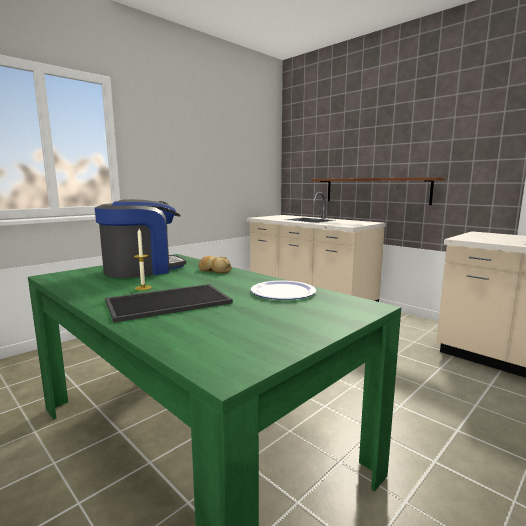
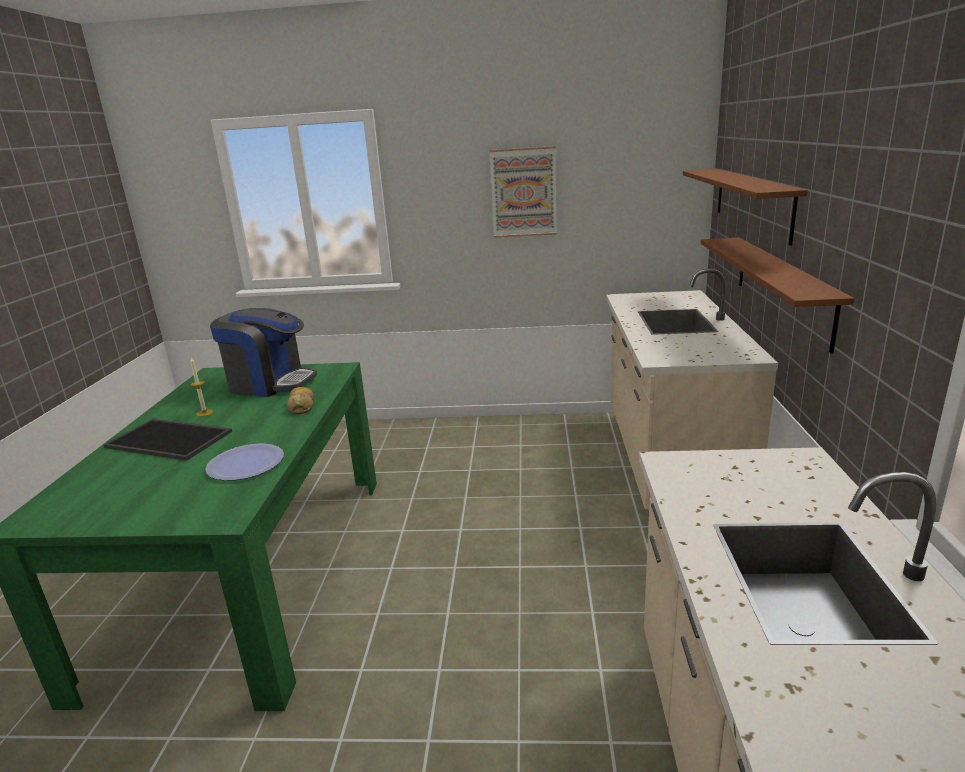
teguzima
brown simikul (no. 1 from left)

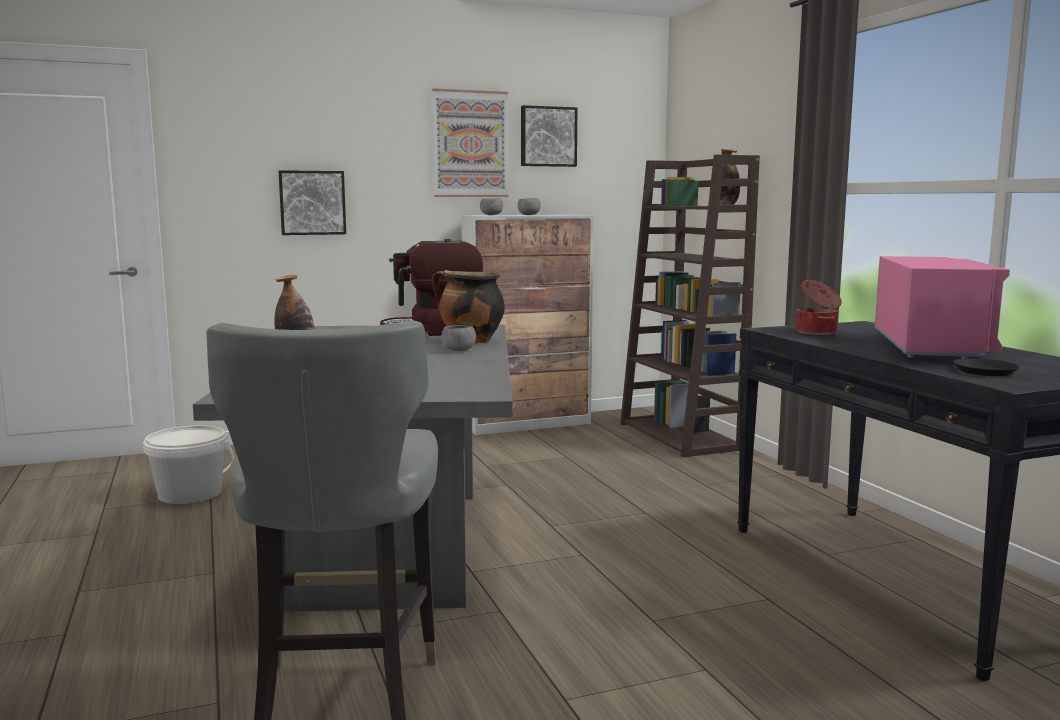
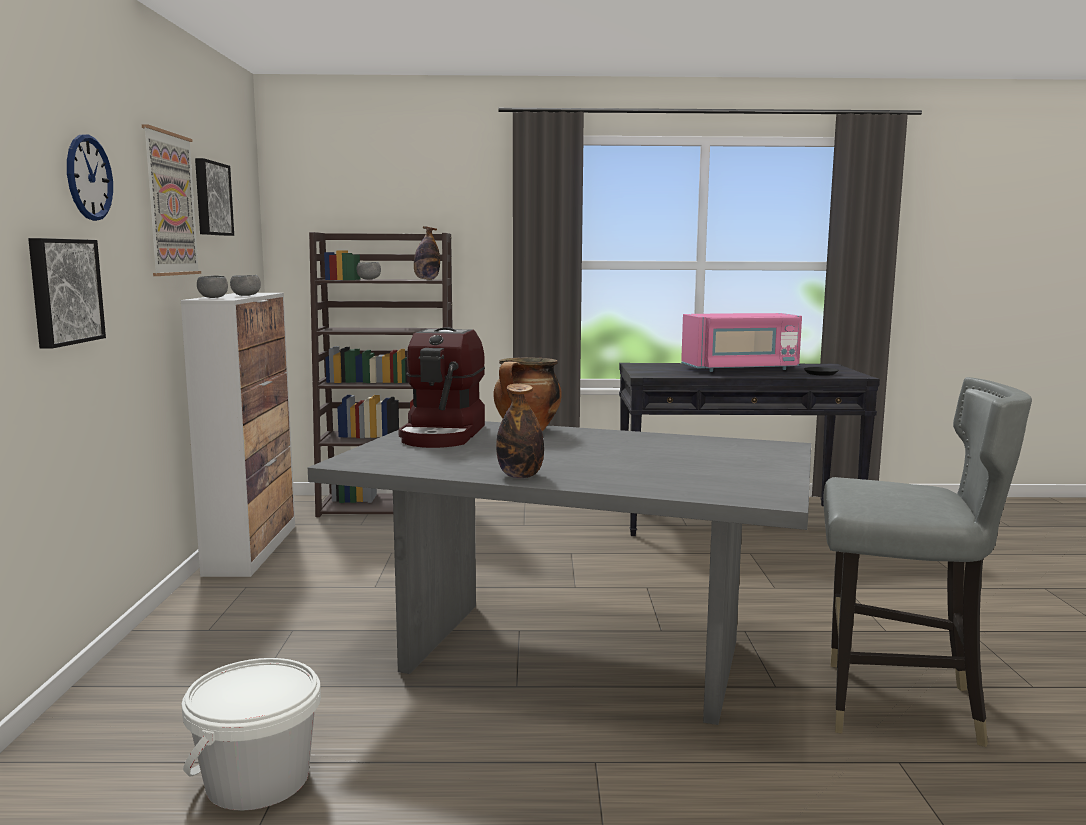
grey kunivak (no. 3 from left)
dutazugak (no. 2 from left in the first image)
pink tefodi
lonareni

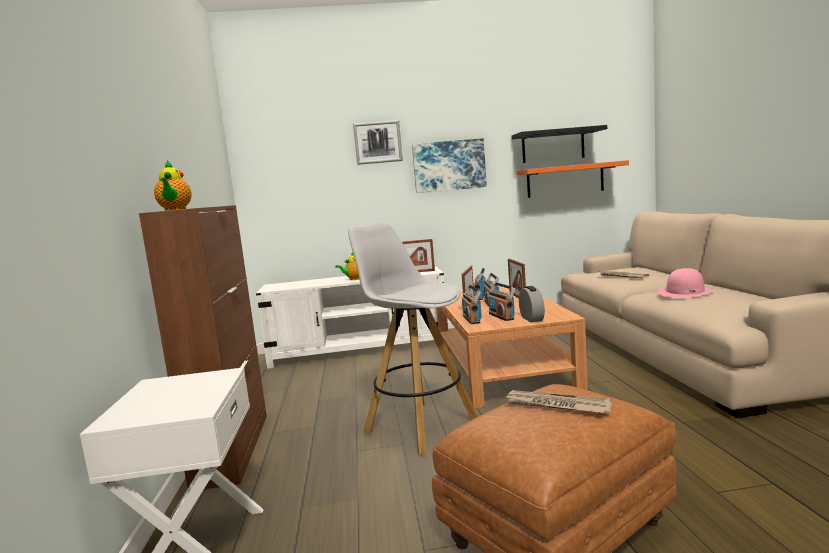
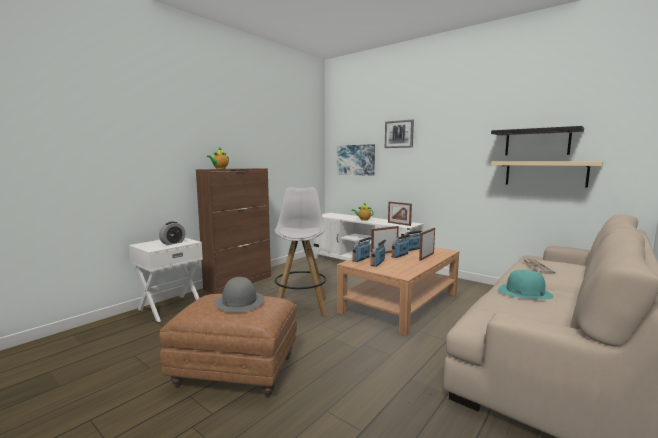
teguzima (no. 1 from left)
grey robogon
beige simikul
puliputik
turquoise robogon

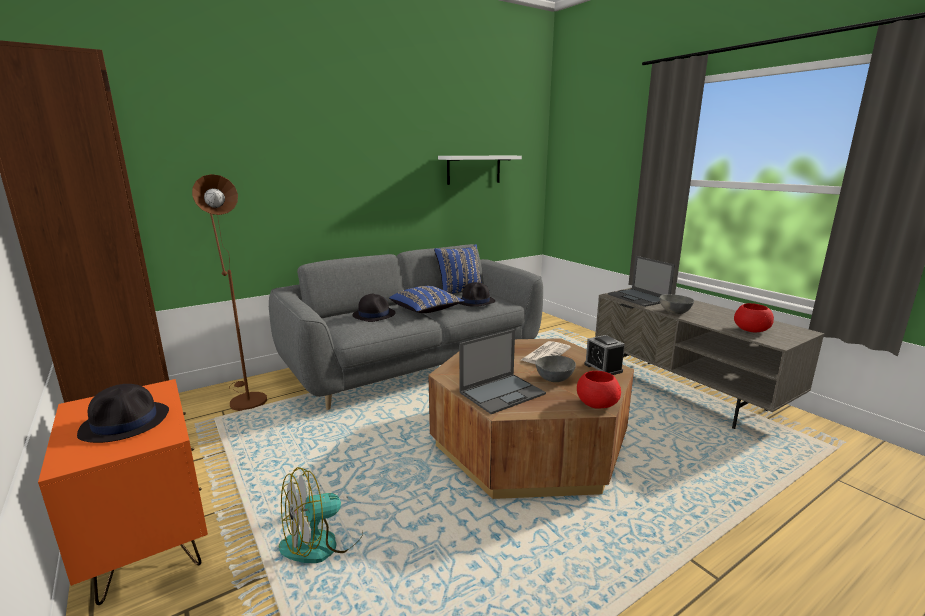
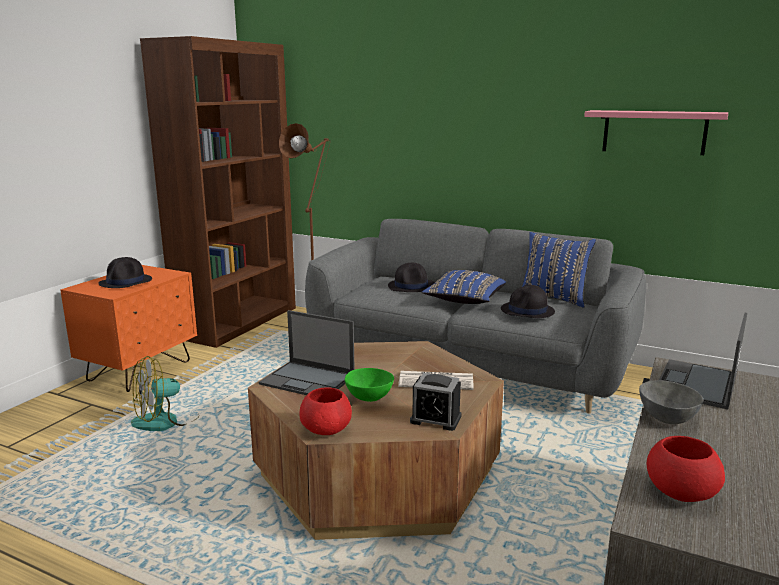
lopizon
pink simikul
green kunivak
puliputik

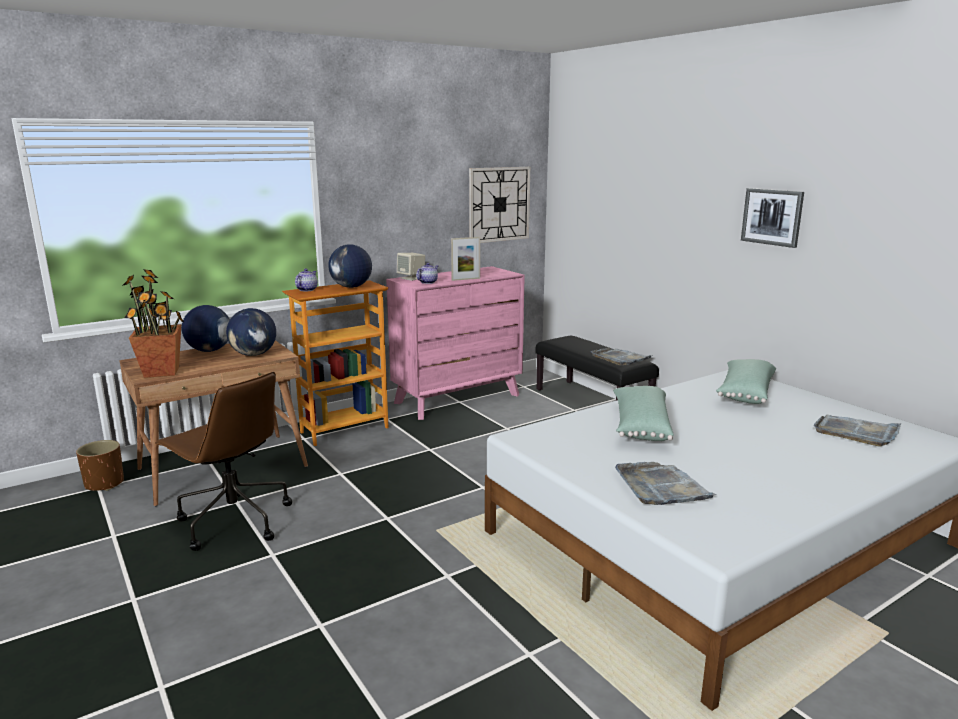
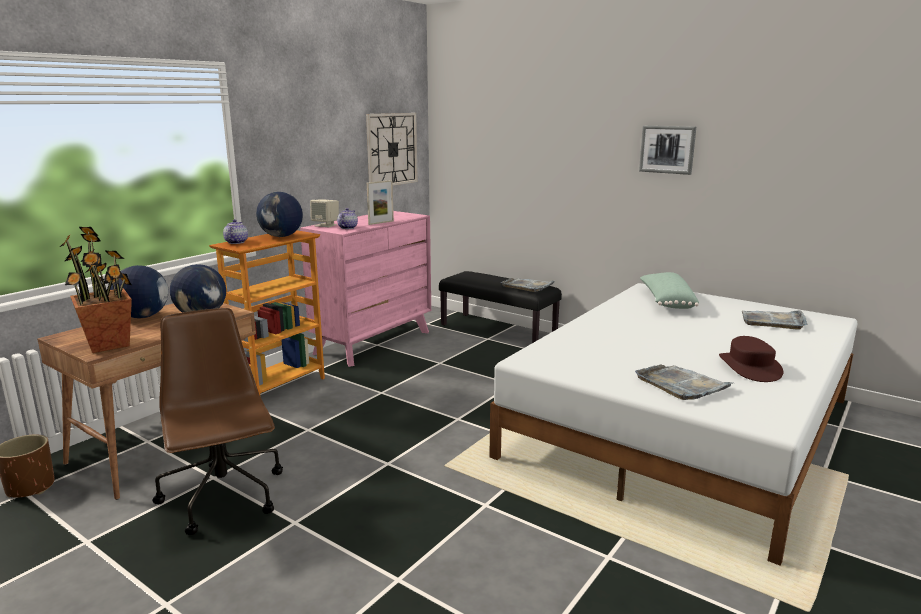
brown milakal
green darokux (no. 1 from left in the first image)
brown robogon

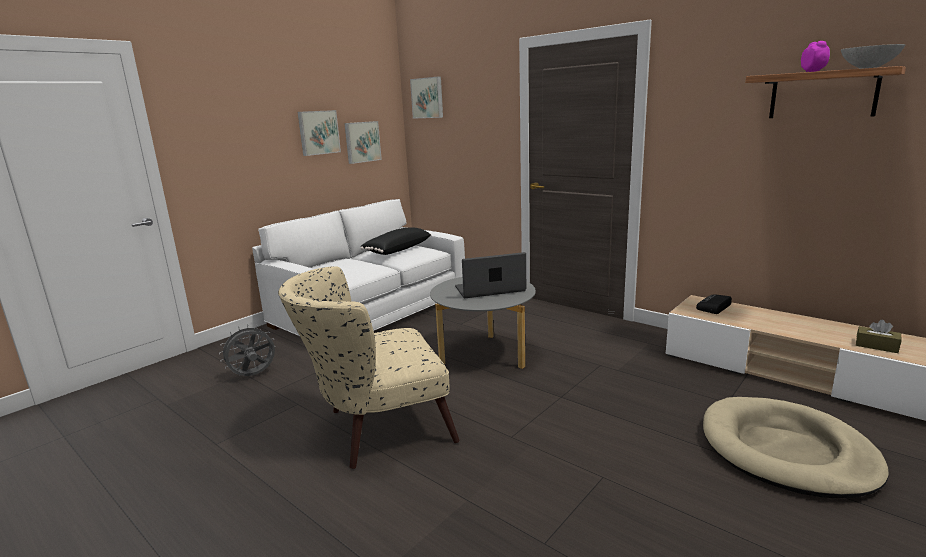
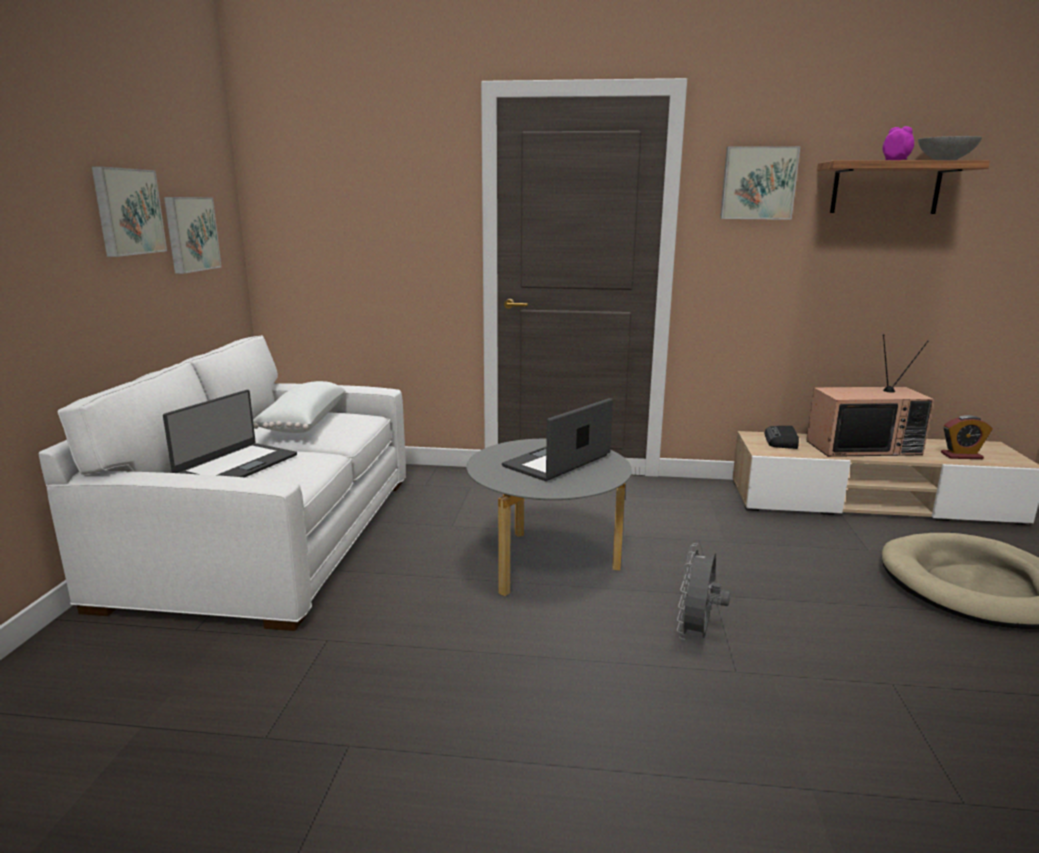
grey lopizon
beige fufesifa
white darokux
teguzima (no. 3 from left)
puliputik (no. 2 from left)
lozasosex (no. 1 from left)
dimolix

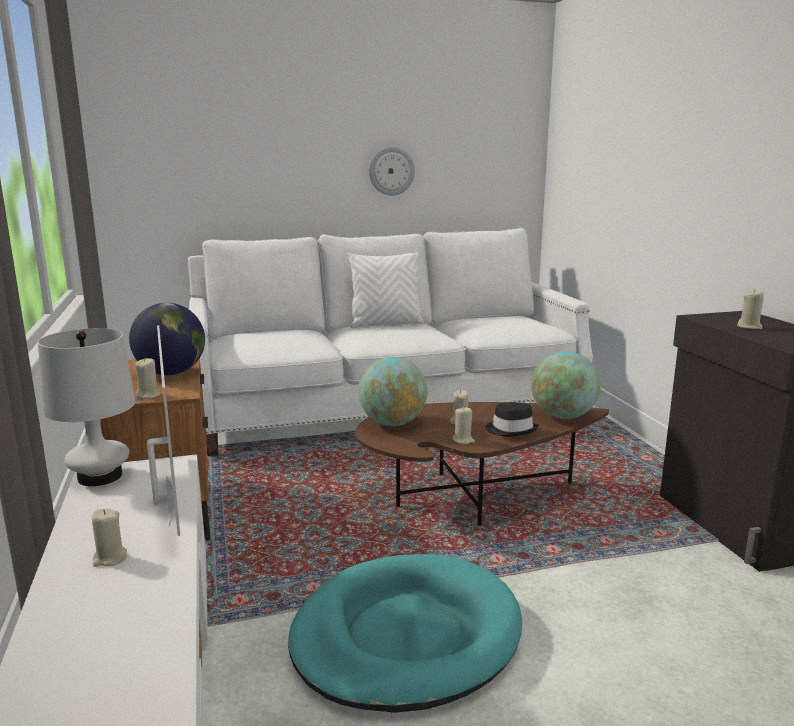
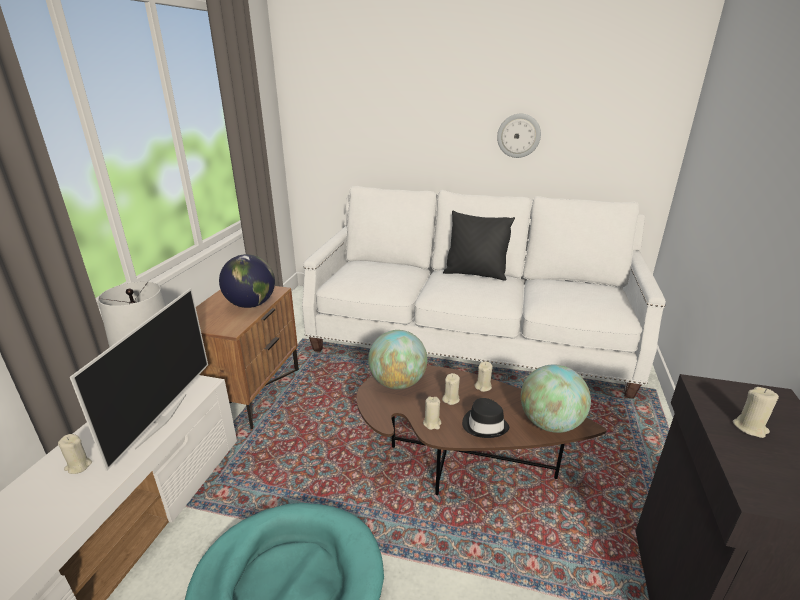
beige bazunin (no. 4 from left)
black darokux

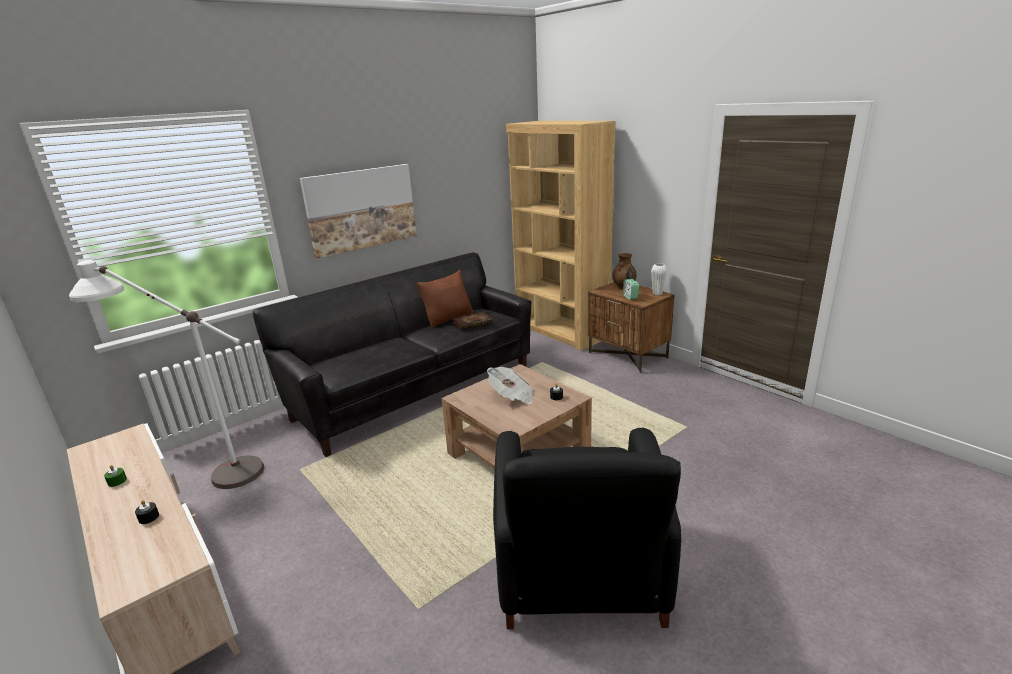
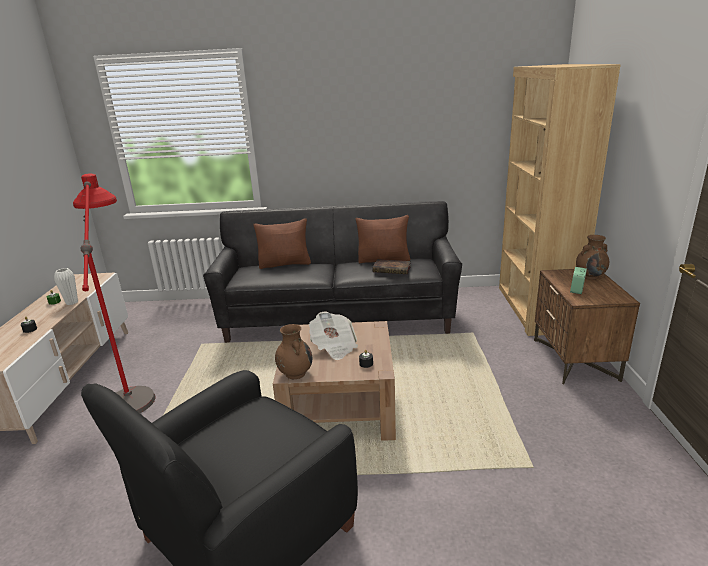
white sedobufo
teguzima
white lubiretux
red sedobufo
brown darokux (no. 1 from left)
brown lubiretux (no. 1 from left)

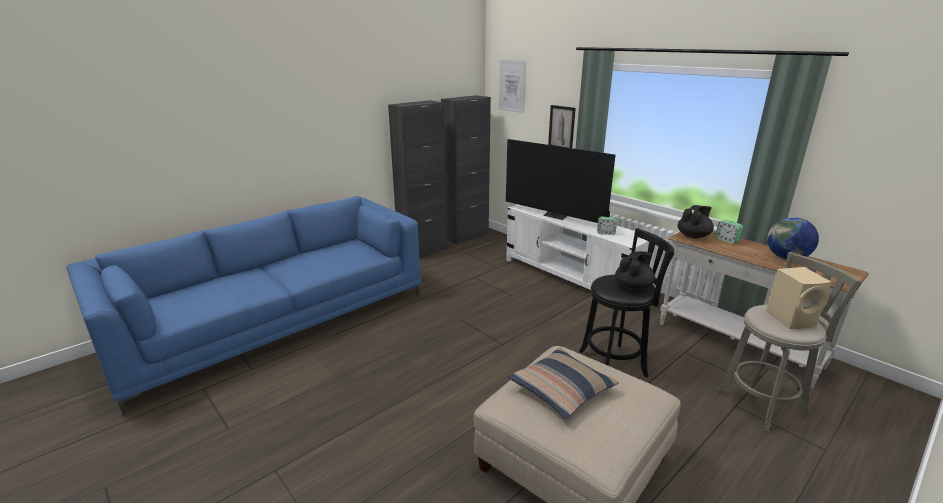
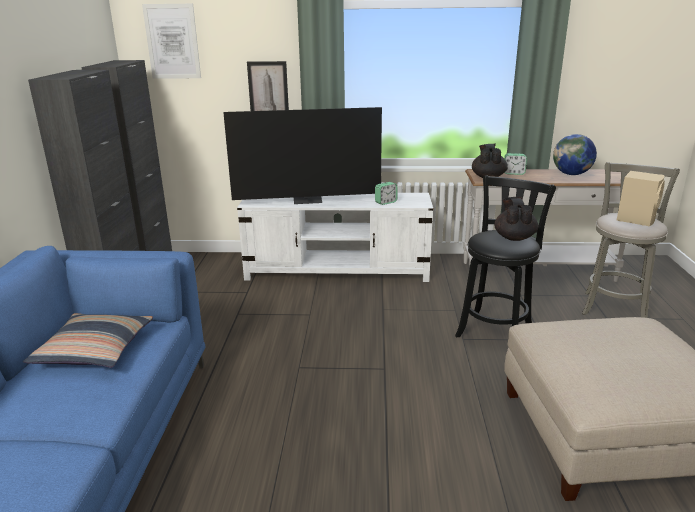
darokux

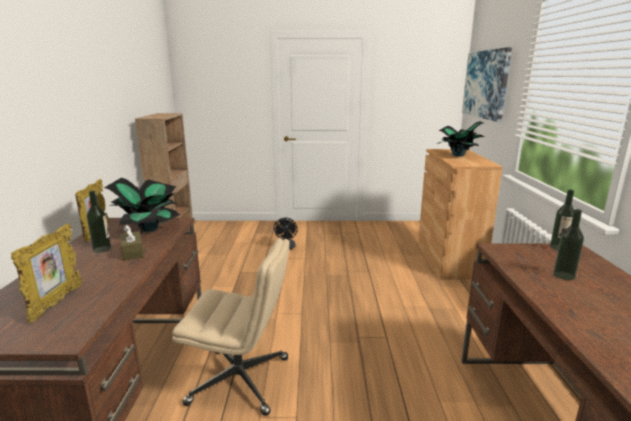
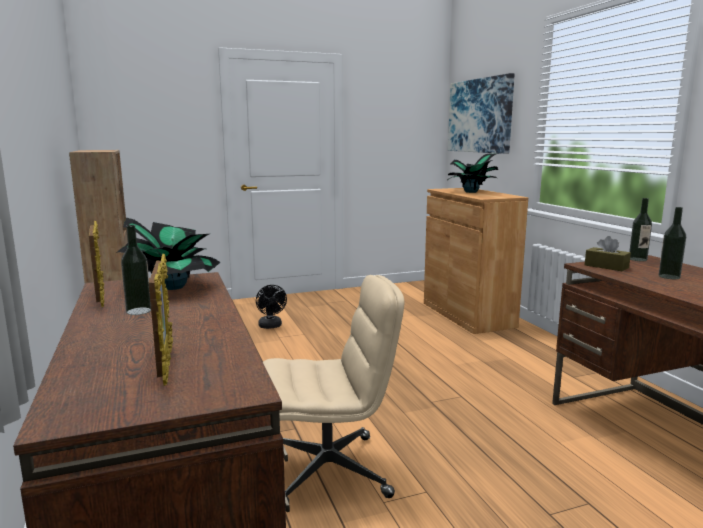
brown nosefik

